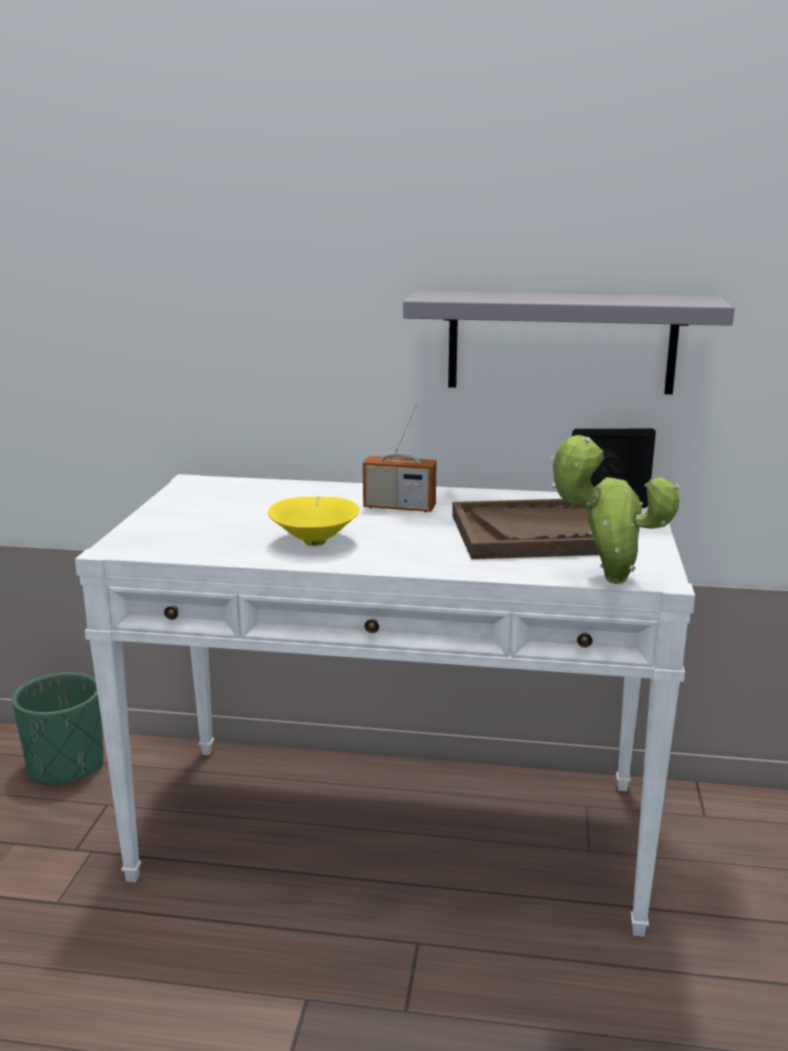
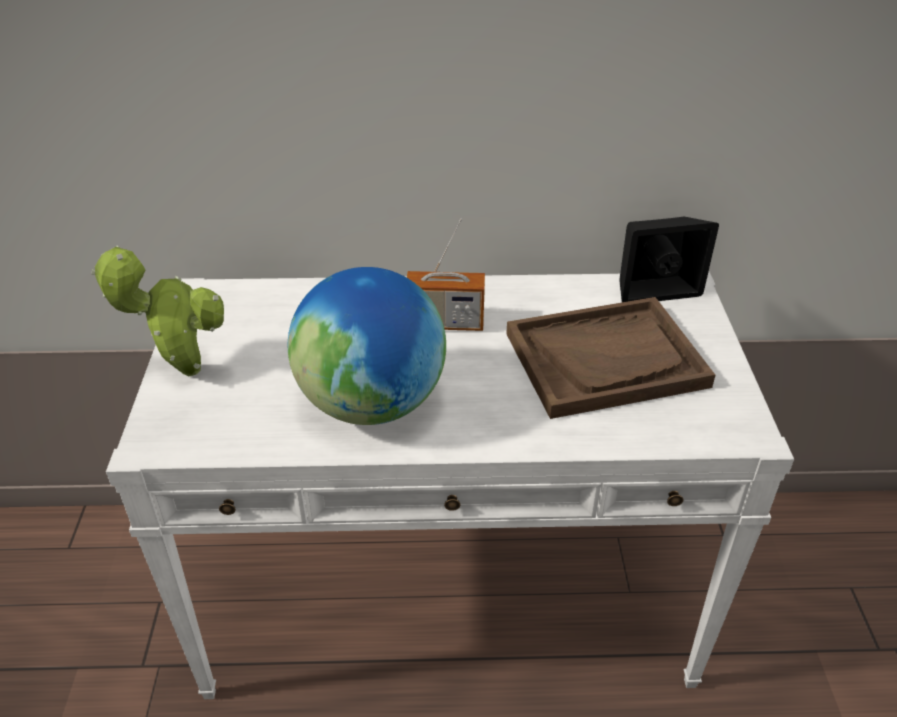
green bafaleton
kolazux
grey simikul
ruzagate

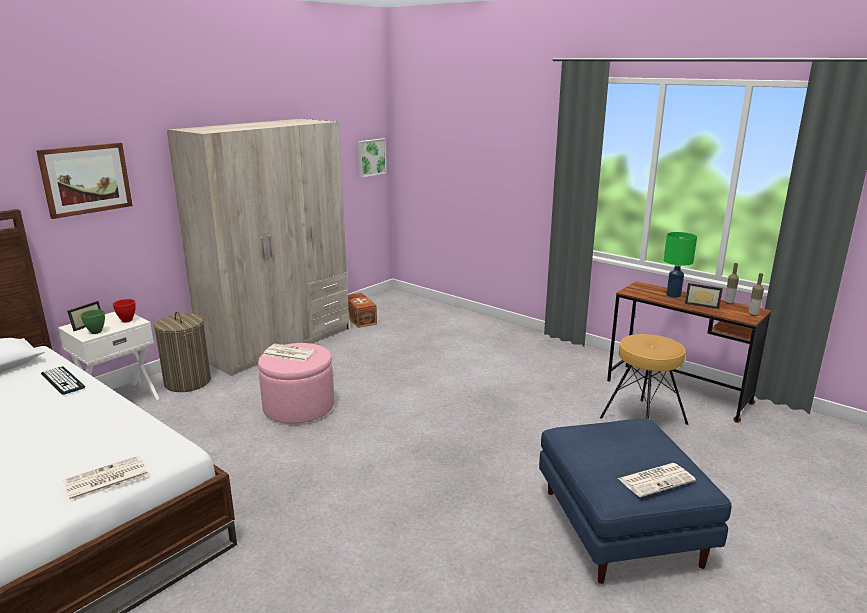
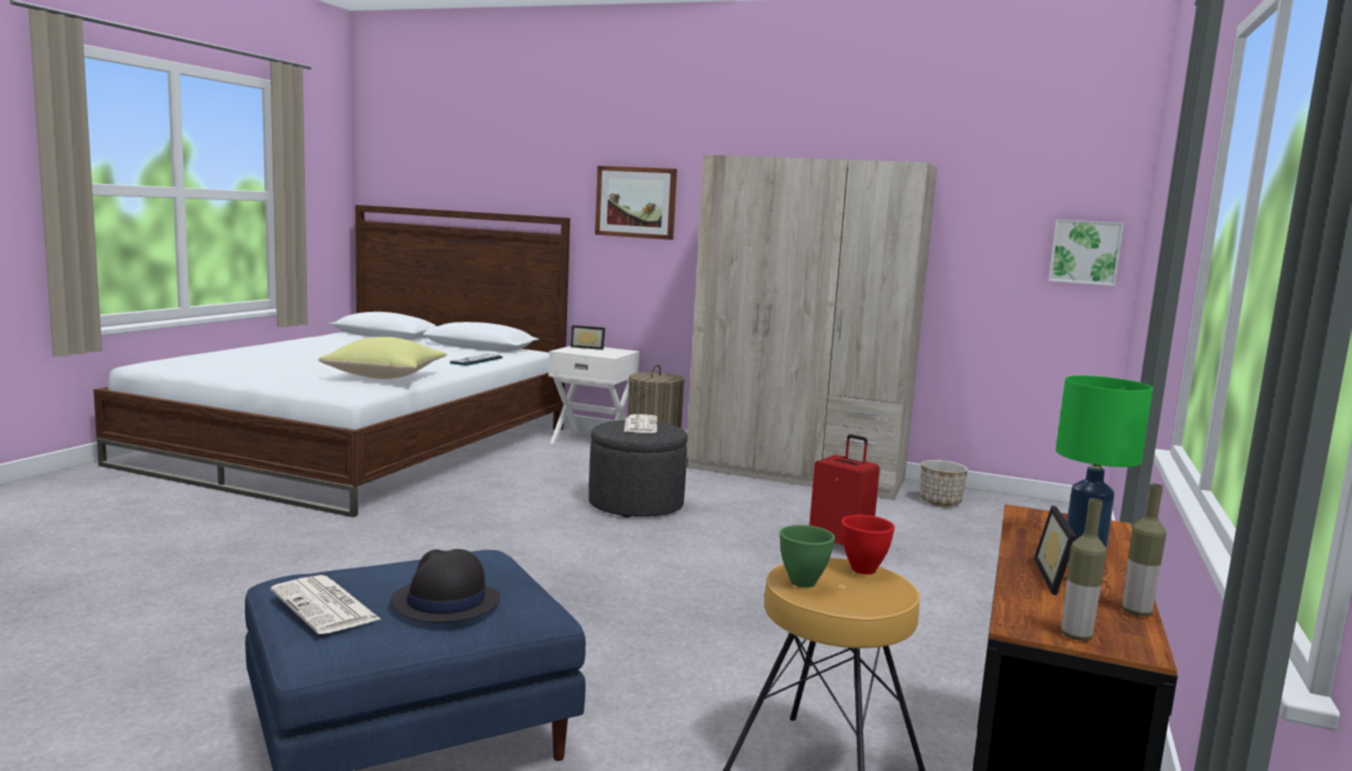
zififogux (no. 1 from left in the first image)
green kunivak
red kunivak
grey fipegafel
bafaleton
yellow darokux
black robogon
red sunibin

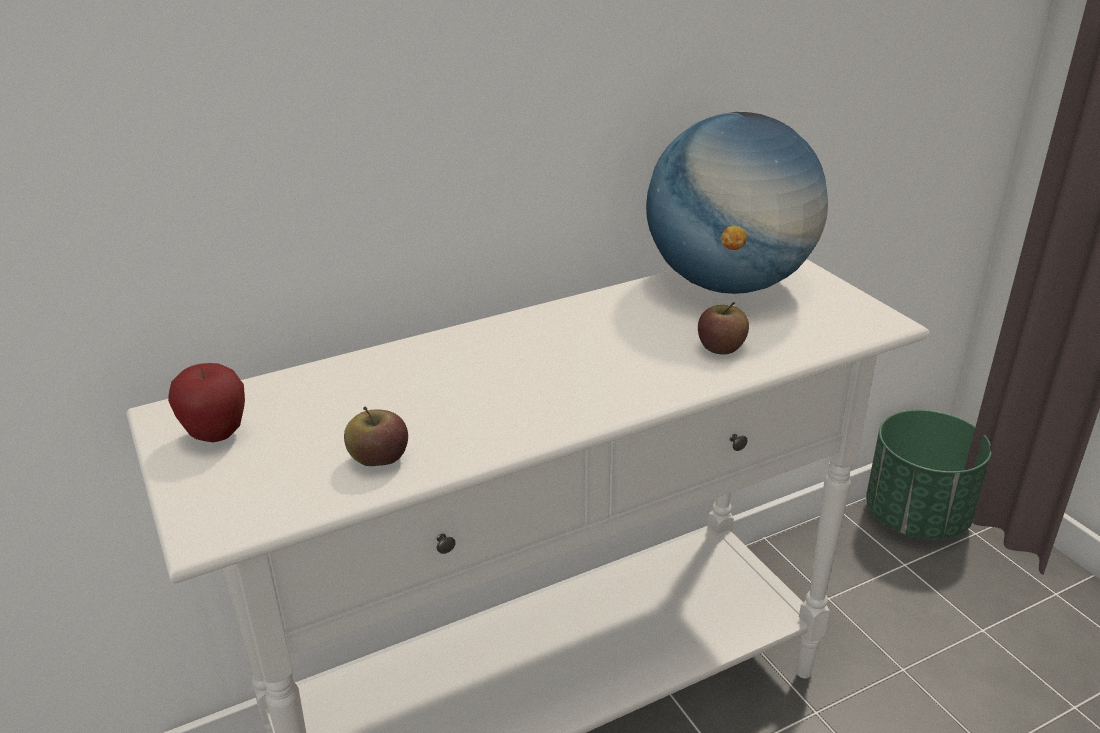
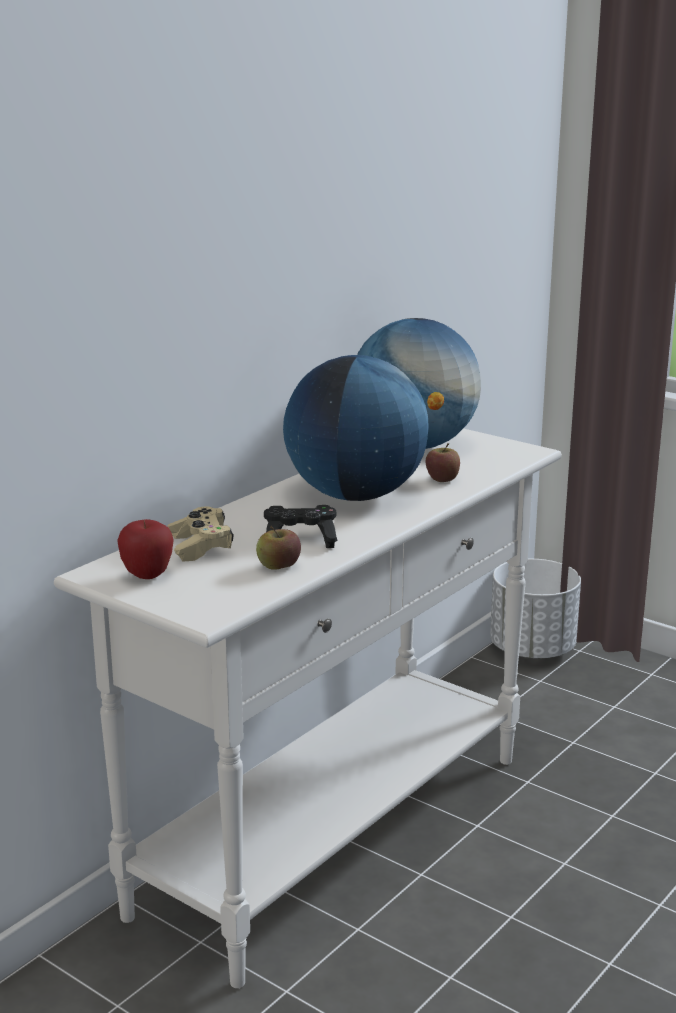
white bafaleton
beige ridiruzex
black ridiruzex
kolazux (no. 1 from left)

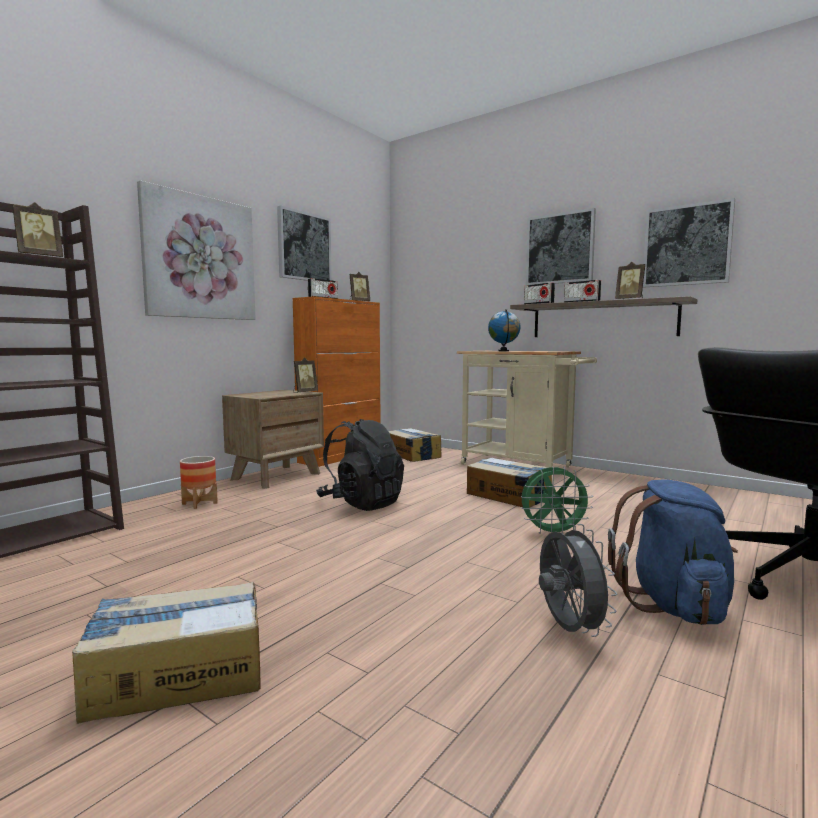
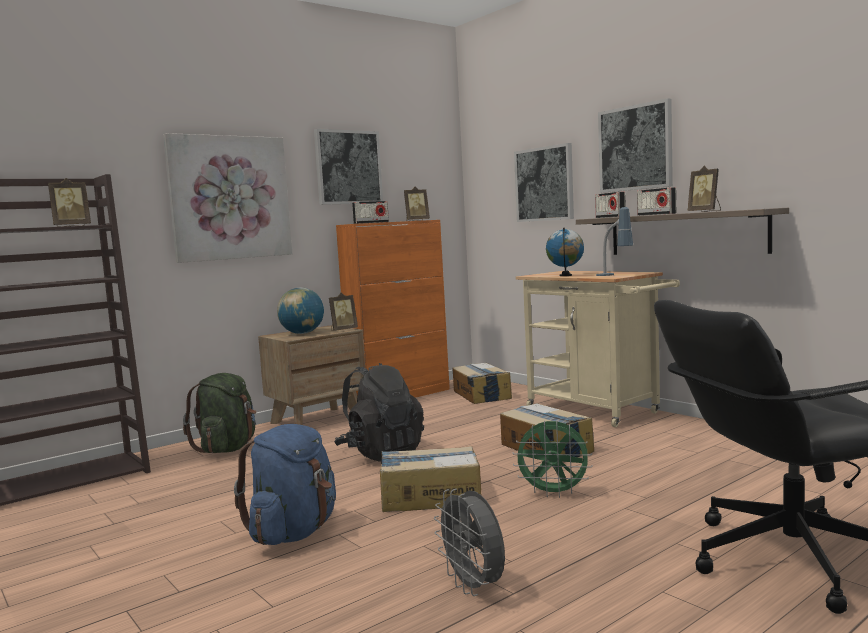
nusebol (no. 1 from left)
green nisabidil
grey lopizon
blue nisabidil
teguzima (no. 3 from left)
kolazux (no. 1 from left)
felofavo

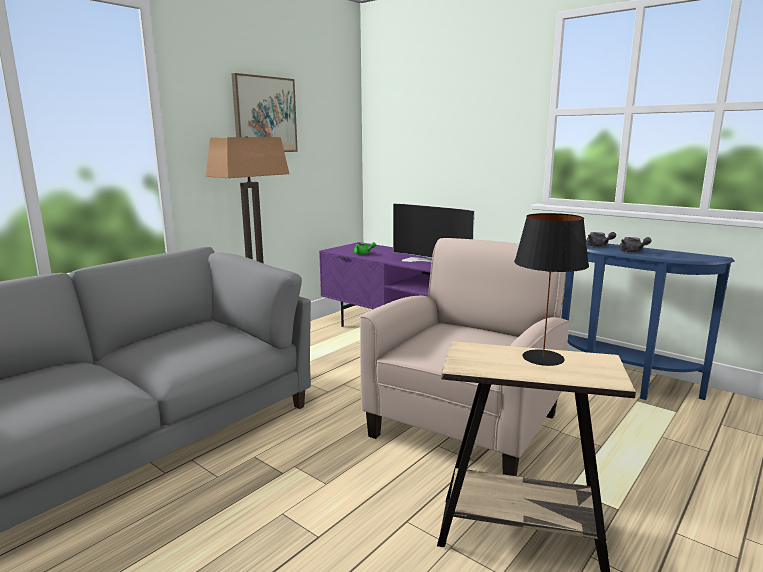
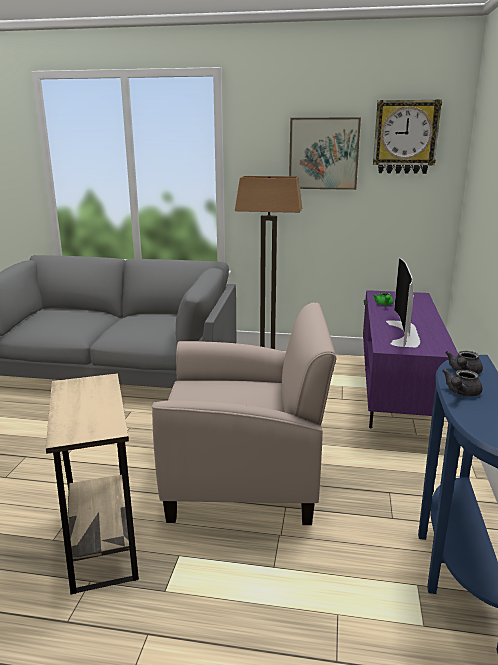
black felofavo
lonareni

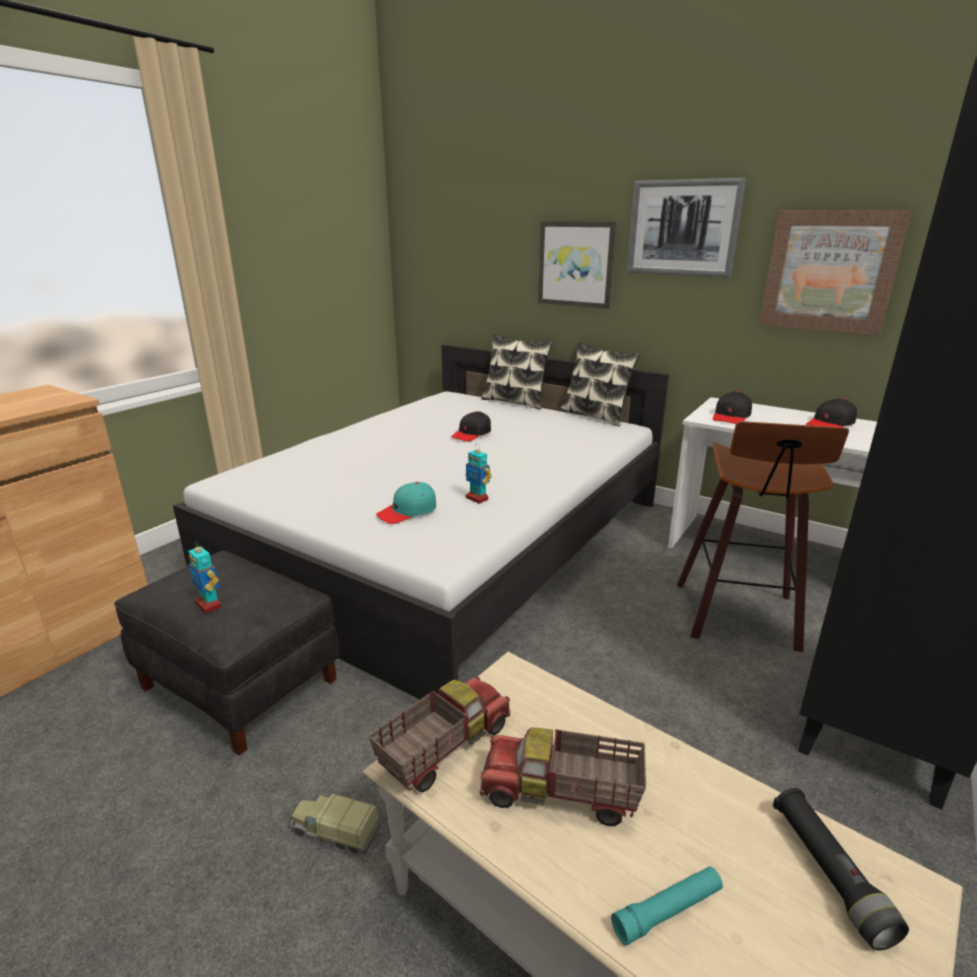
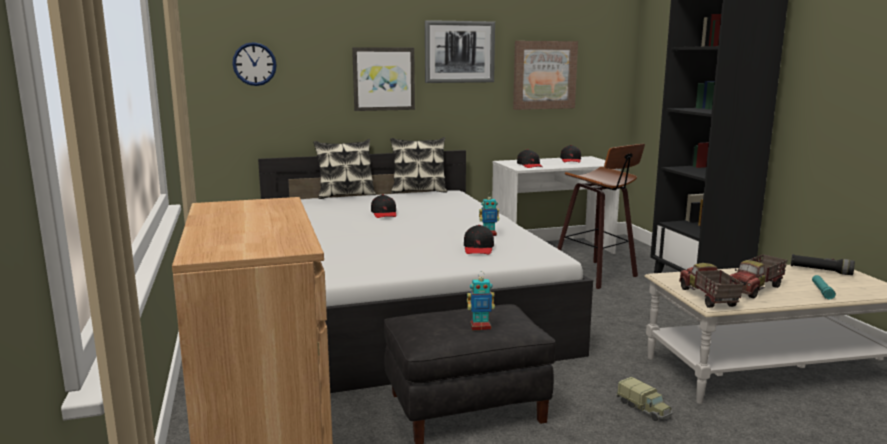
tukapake (no. 1 from left)
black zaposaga (no. 2 from left)
lonareni

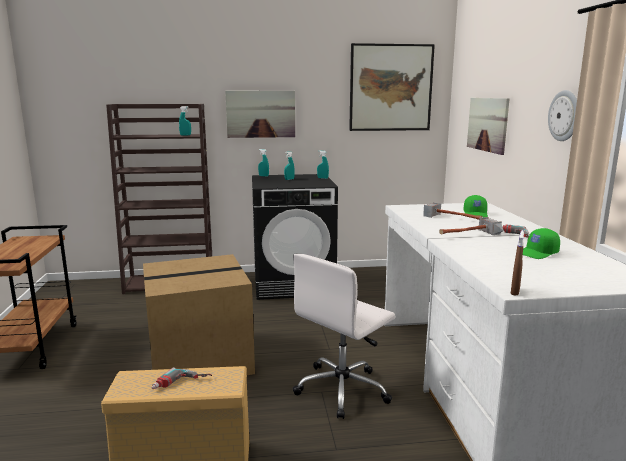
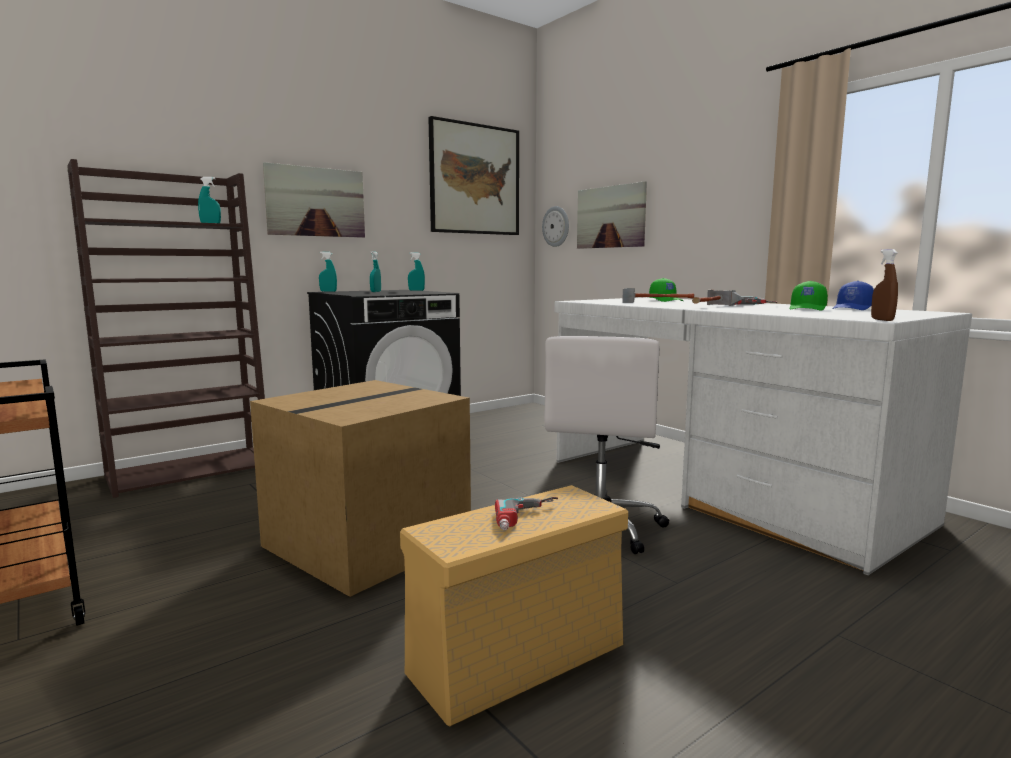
lonareni
blue zaposaga

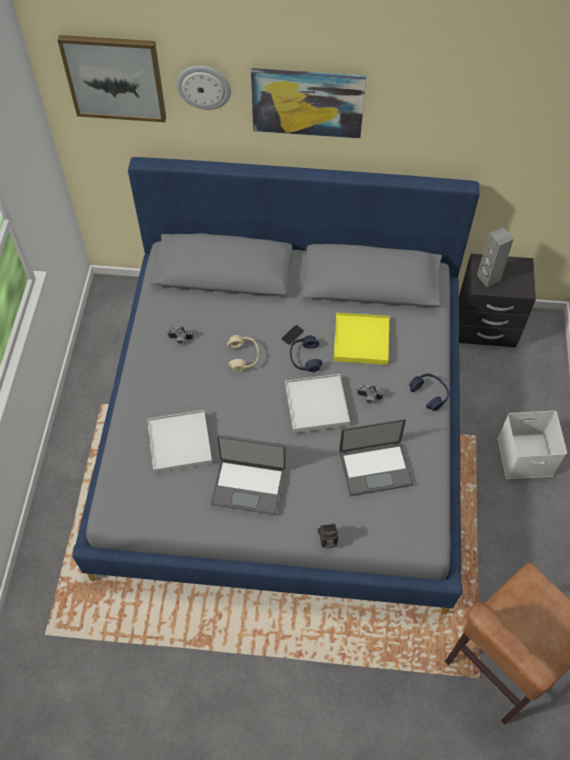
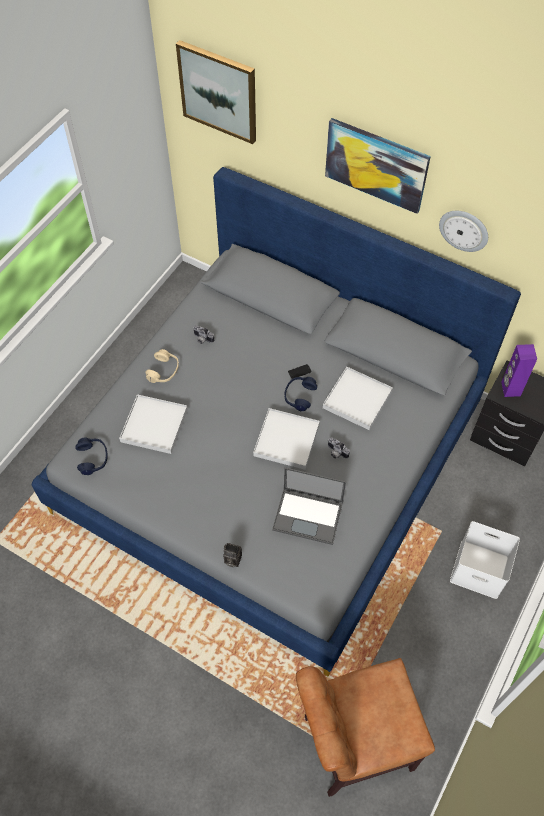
lonareni
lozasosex (no. 1 from left in the first image)
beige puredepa
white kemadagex (no. 3 from left)
blue puredepa (no. 1 from left)
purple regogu

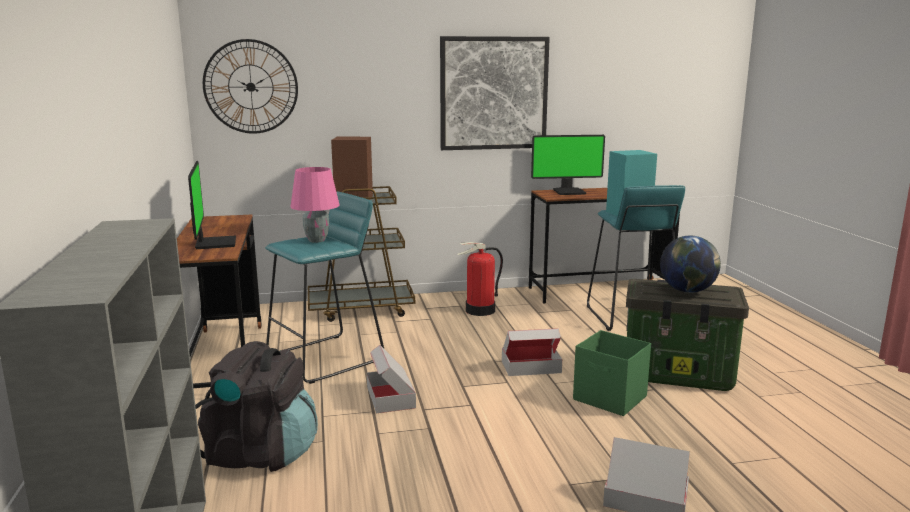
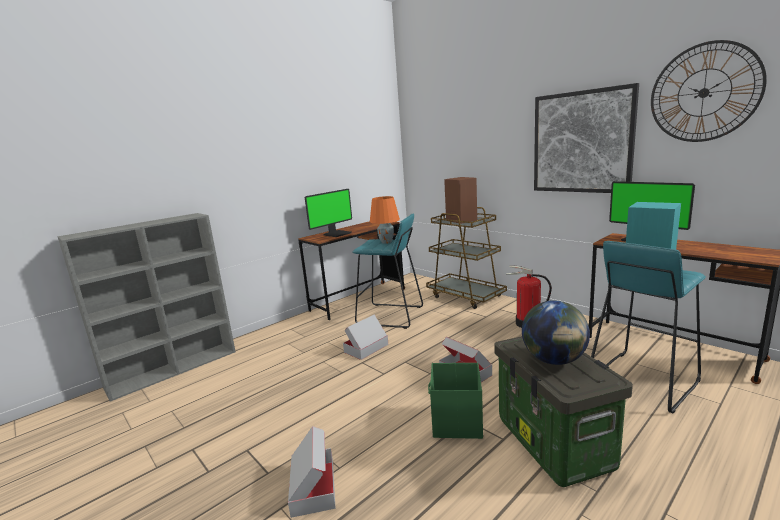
black nisabidil
lonareni
orange felofavo

